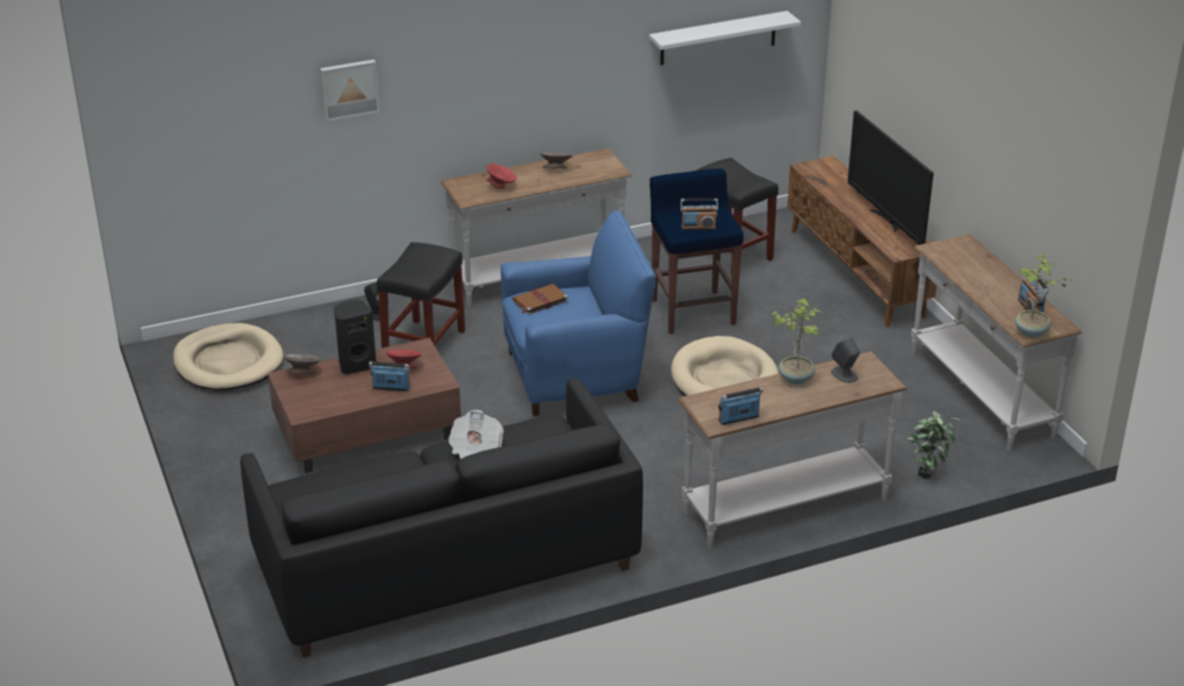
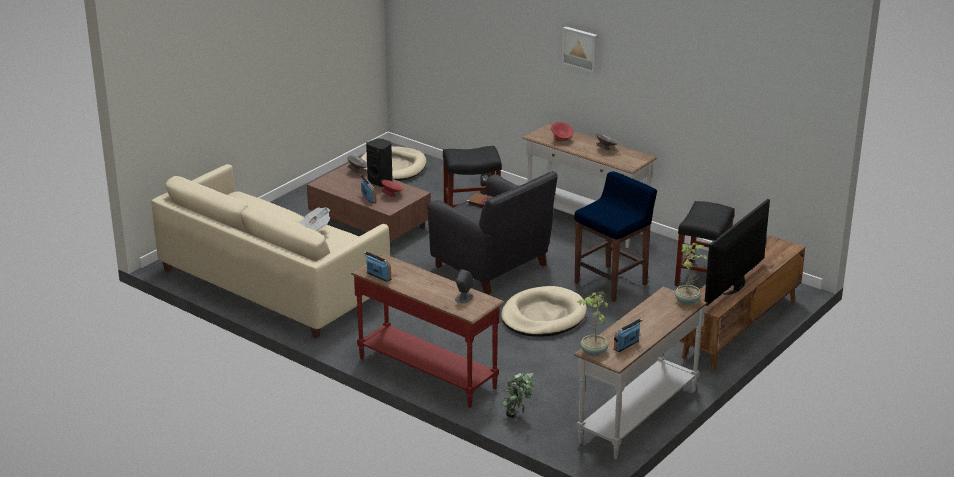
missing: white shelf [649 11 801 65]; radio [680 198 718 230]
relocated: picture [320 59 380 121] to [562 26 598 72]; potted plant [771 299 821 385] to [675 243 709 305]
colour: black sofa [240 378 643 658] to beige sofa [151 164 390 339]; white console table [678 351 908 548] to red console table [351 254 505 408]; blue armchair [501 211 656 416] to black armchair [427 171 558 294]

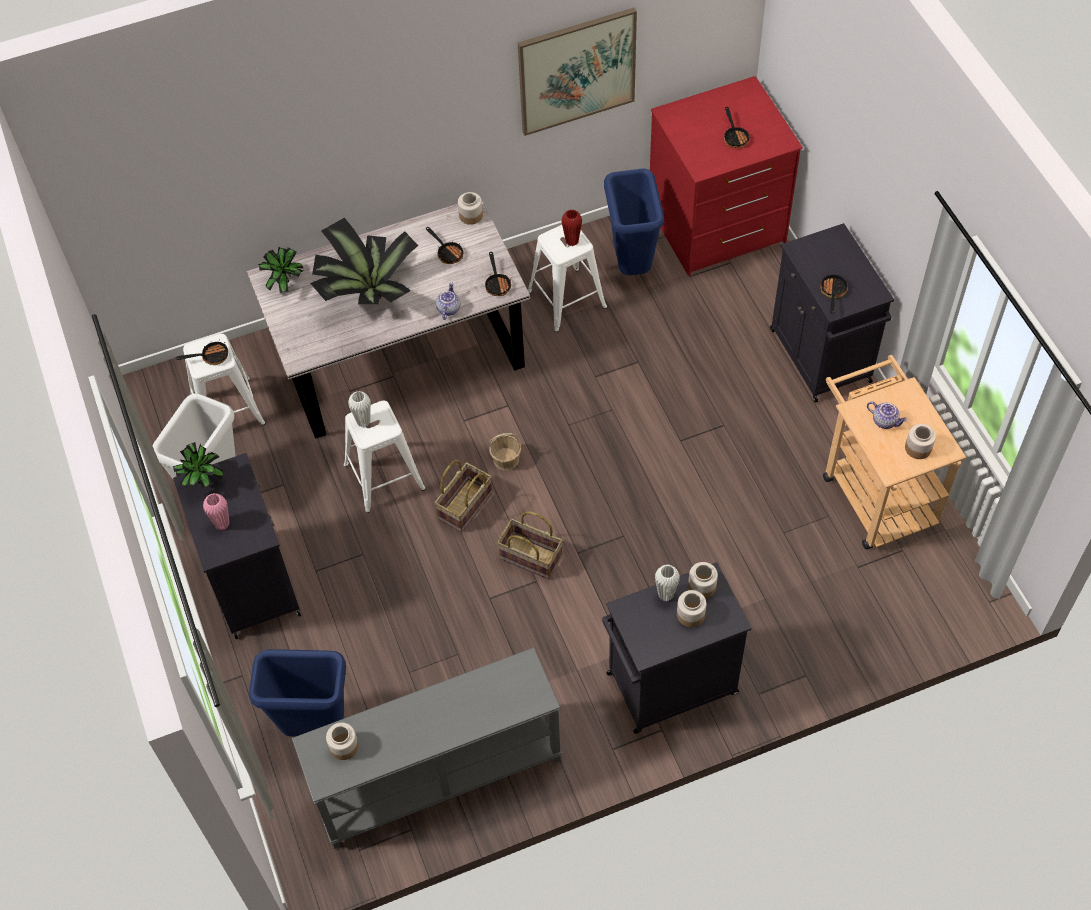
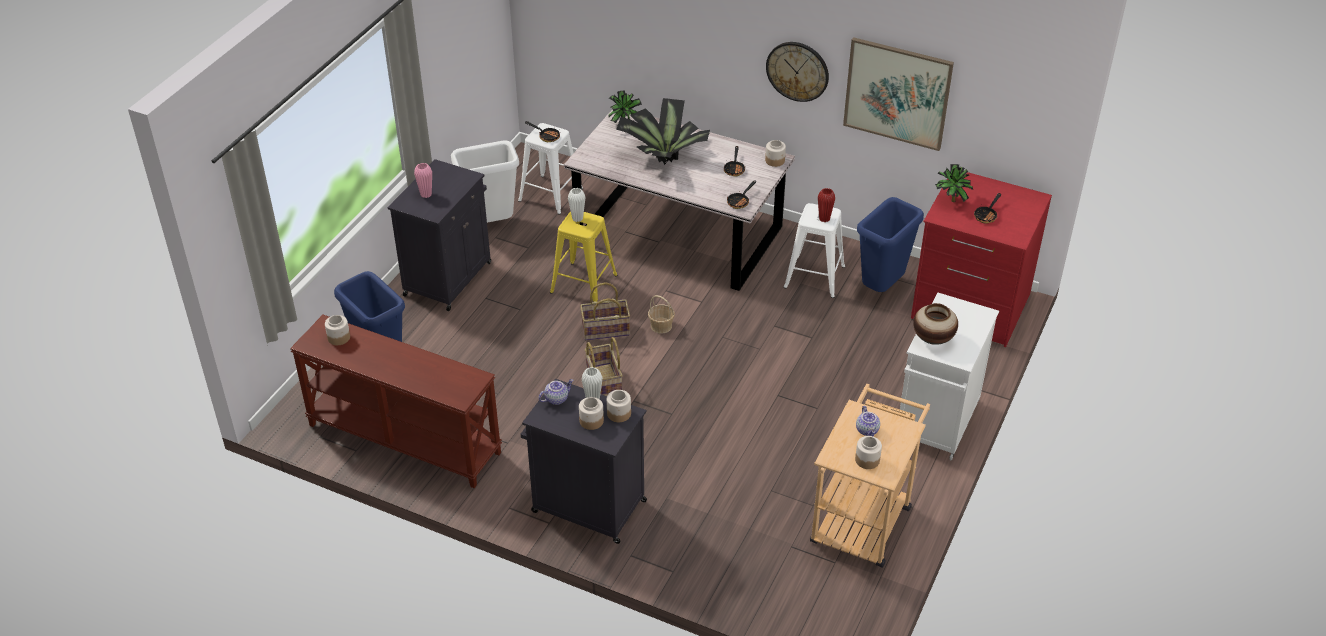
appeared: wall clock [766 42 829 102]
relocated: teapot [436 282 460 320] to [539 379 574 405]; potted plant [173 442 223 489] to [935 164 973 202]
exchanged: frying pan [820 275 848 314] to vase [913 303 958 345]
colour: grey console table [292 647 563 849] to brown console table [290 315 502 488]; white stool [344 400 426 513] to yellow stool [550 211 618 302]; black cabinet [770 223 894 403] to white cabinet [900 293 999 461]

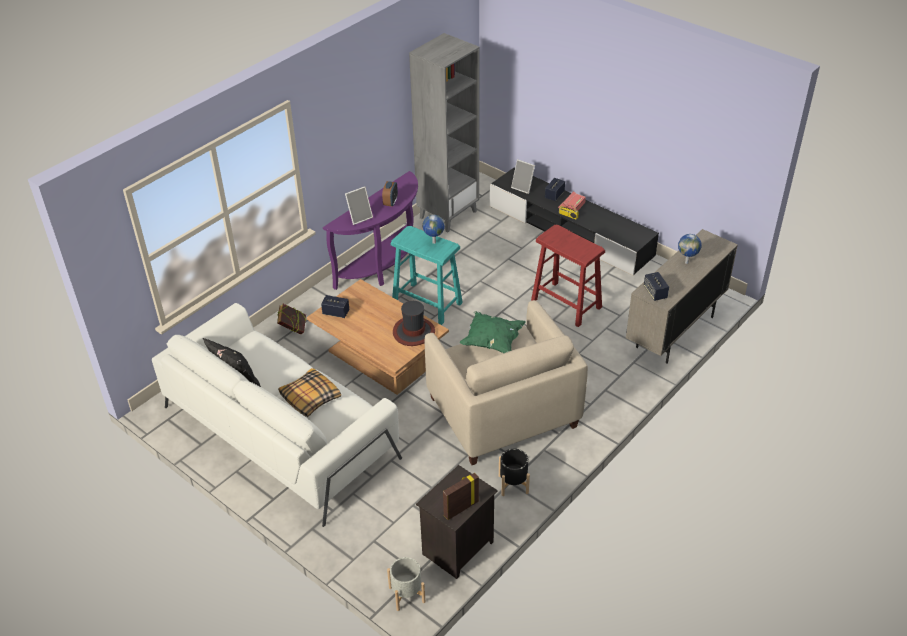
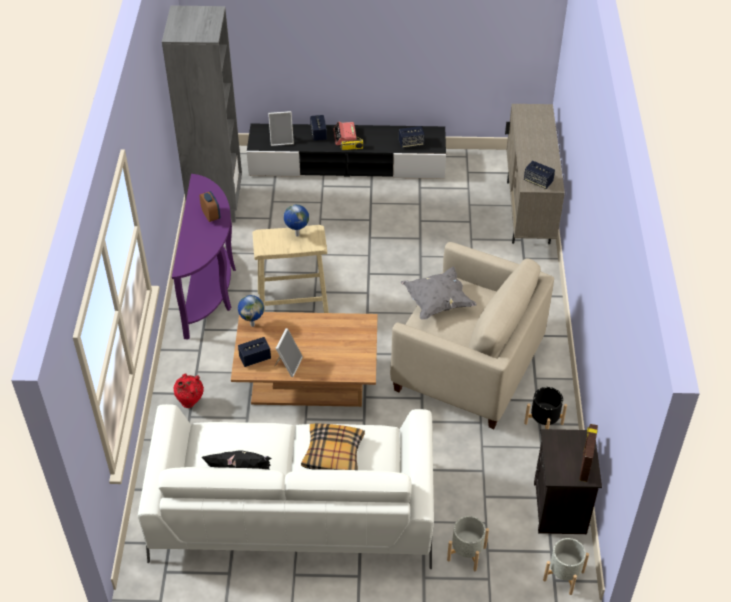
missing: hat [393 301 435 346]; red stool [531 225 605 327]
appeared: speaker [399 126 425 148]; grey planter [447 516 489 571]
relocated: globe [678 234 702 264] to [238 295 264 327]; picture frame [345 186 373 225] to [275 328 303 377]
exchanged: book [277 304 306 334] to red vase [174 373 204 408]
colour: turquoise stool [391 226 463 325] to beige stool [252 225 329 313]; green pillow [460 311 526 353] to grey pillow [401 267 477 320]

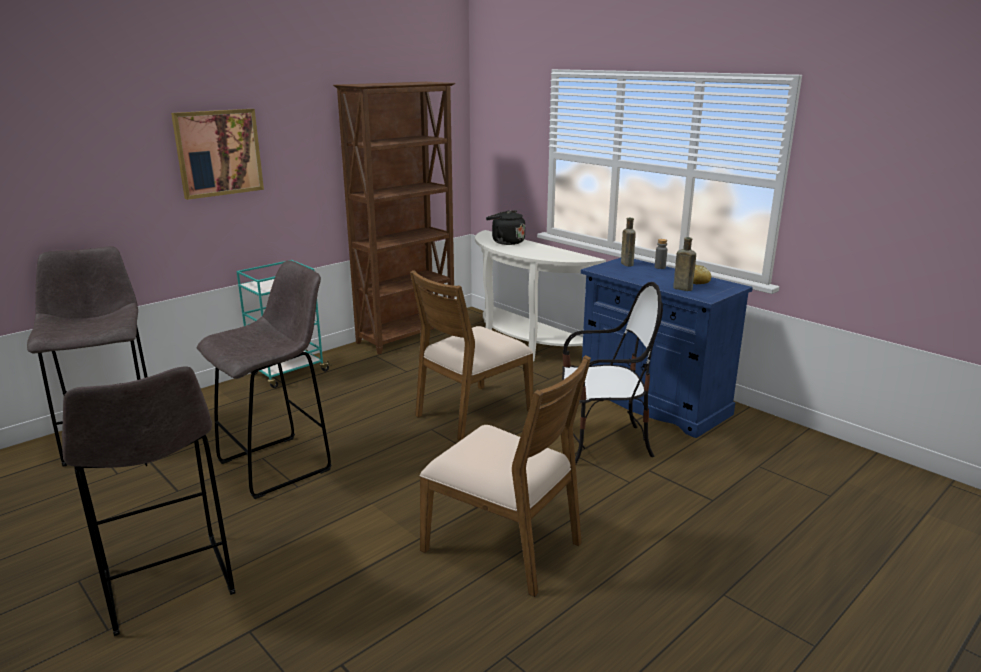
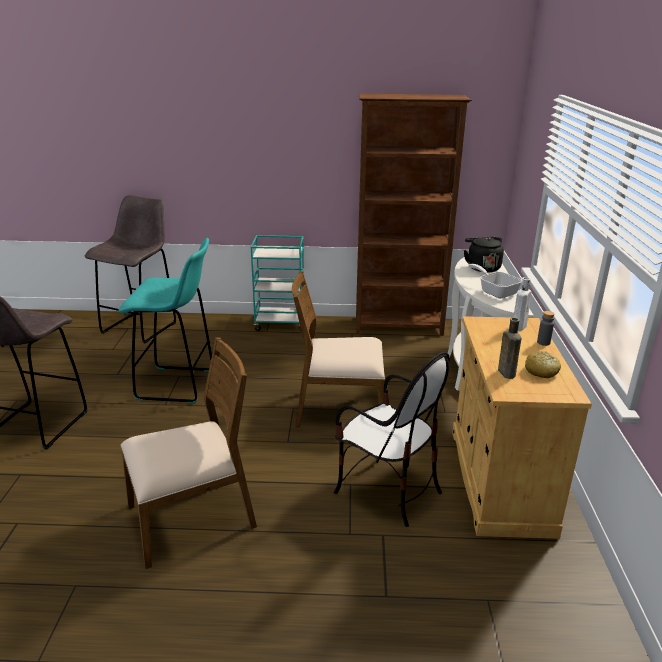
missing: picture [171 109 264 200]
appeared: frying pan [469 264 522 298]
colour: grey stool [197 260 332 499] to turquoise stool [118 238 212 403]; blue cabinet [581 258 753 438] to beige cabinet [452 316 592 539]; brown bottle [621 218 636 267] to white bottle [513 277 532 331]
spun: brown chair [419 355 591 597] = [121 337 257 569] 105 degrees counterclockwise

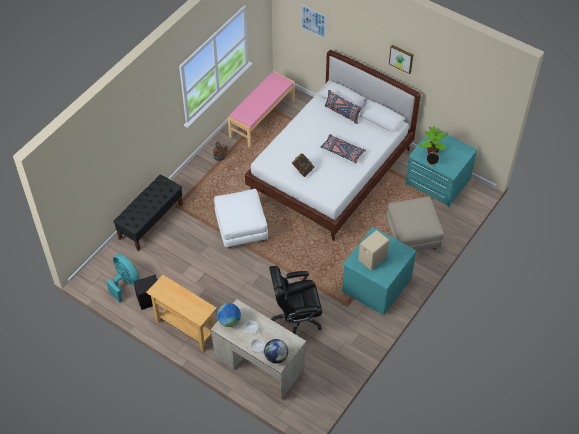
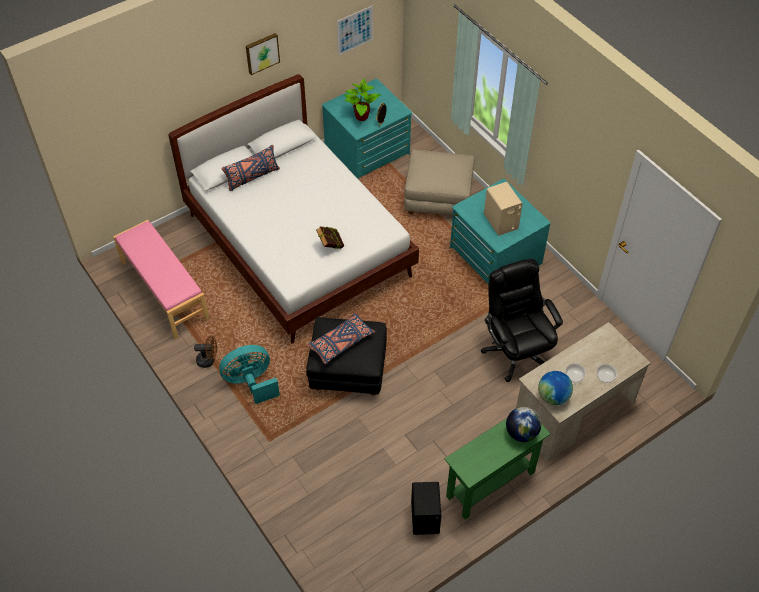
missing: black bench [113 175 183 251]
relocated: turquoise fan [106 254 140 302] to [219 345 280 404]; blue pillow [321 134 366 164] to [307 313 375 364]; picture [301 4 327 39] to [337 5 373 56]; globe [264 339 288 364] to [506 407 541 442]
colour: white ottoman [214 189 268 249] to black ottoman [306 317 387 395]; beige console table [146 275 217 351] to green console table [445 406 551 520]
spun: black office chair [269 266 322 334] = [481 259 563 382] 150 degrees clockwise

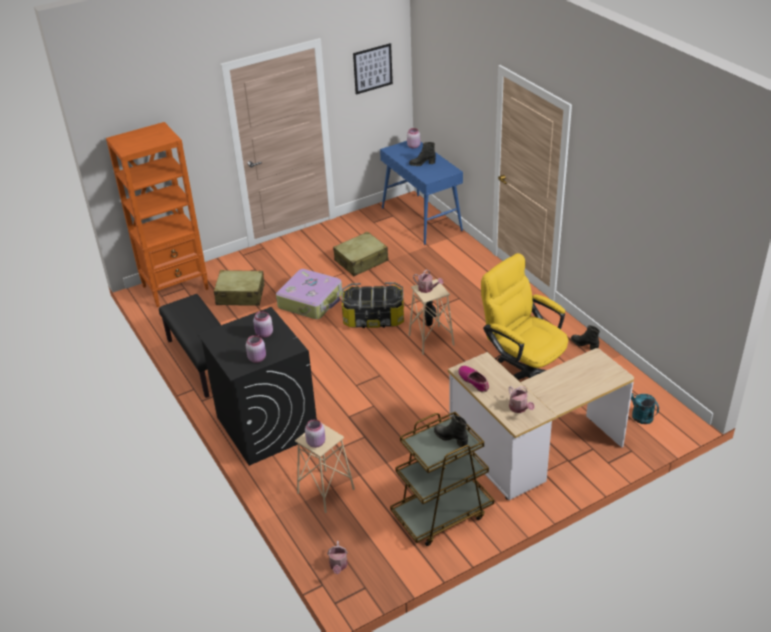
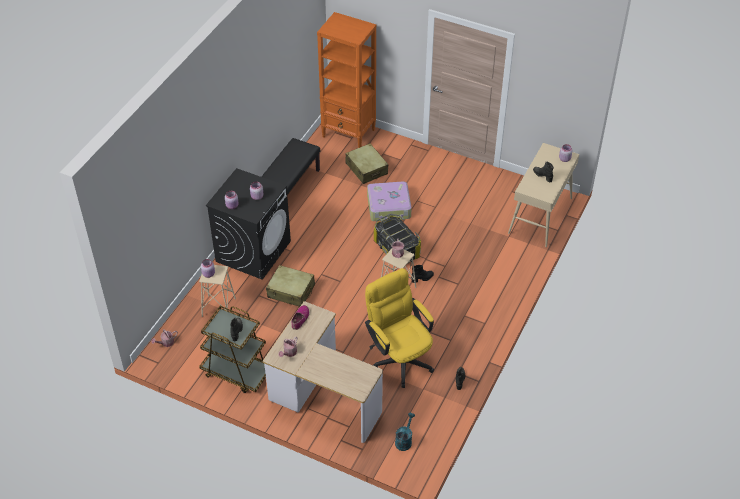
missing: picture [353 43 393 95]
relocated: beige suitcase [333 232 389 276] to [266 265 315 307]
colour: blue console table [380 141 463 245] to beige console table [508 143 579 247]
spun: yellow office chair [481 253 568 380] = [365 268 434 388] 45 degrees counterclockwise

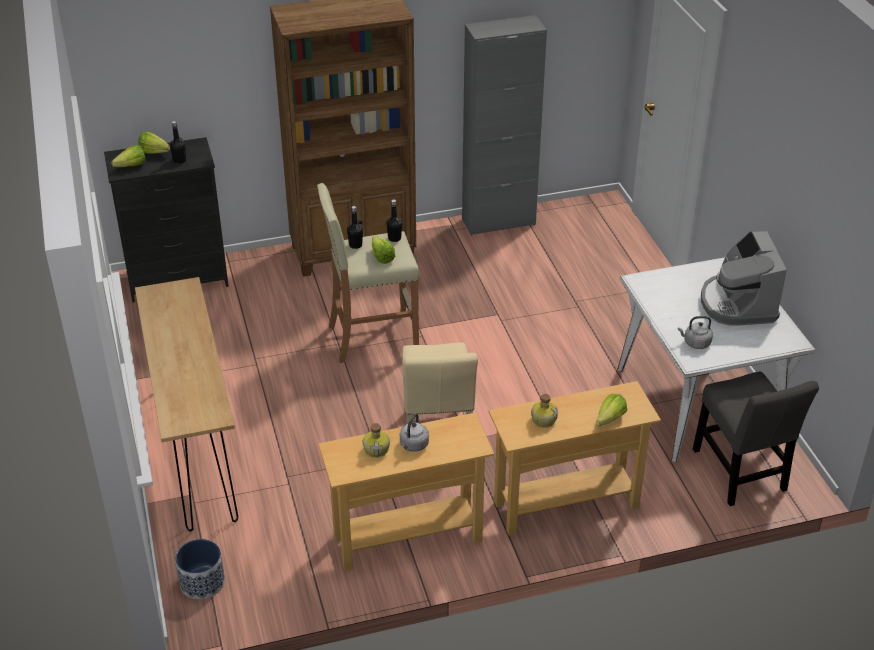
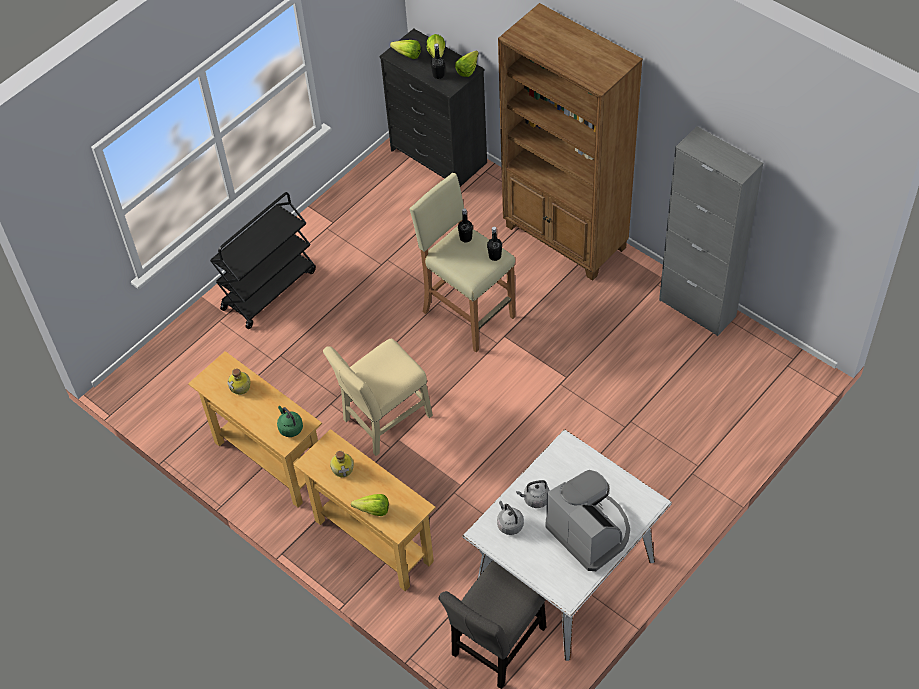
missing: planter [175 539 225 599]
appeared: green kettle [277 406 303 437]
relocated: lettuce [372 236 395 264] to [455 51 479 77]; grey kettle [400 413 429 452] to [516 480 550 508]
exchanged: brown console table [135 277 238 531] to black cart [210 192 316 329]
spun: coffee machine [701 231 787 326] = [545 470 630 571] 90 degrees clockwise

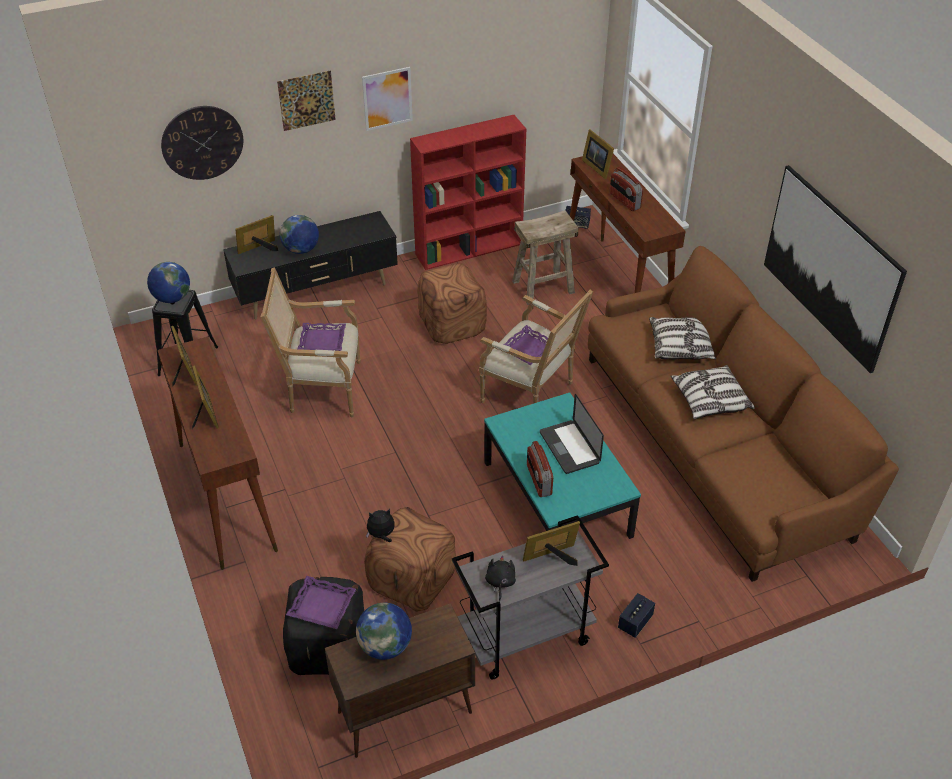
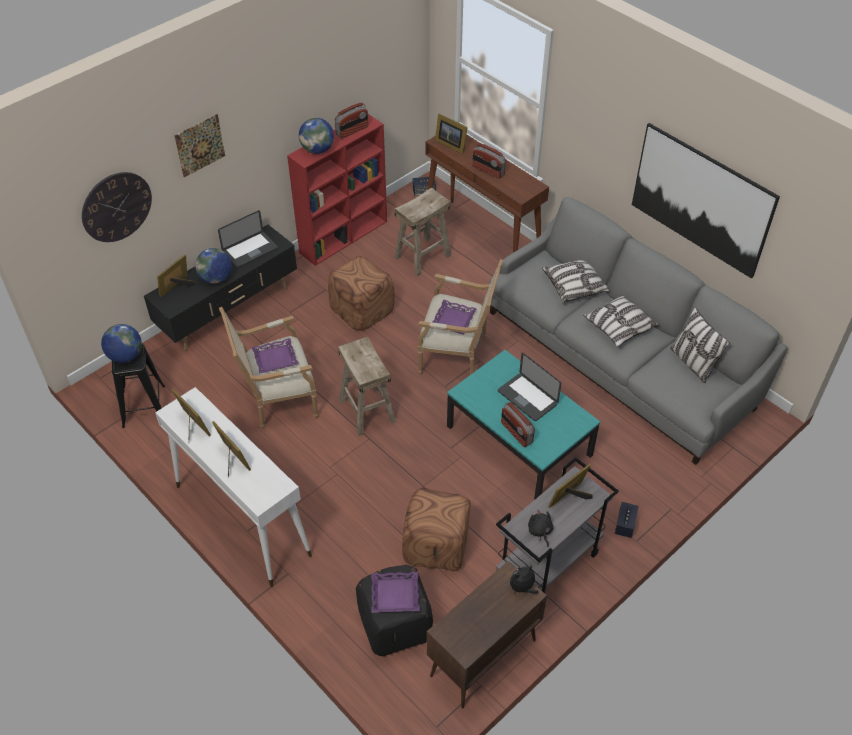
missing: picture [362 67 413 131]
appeared: laptop [218 210 278 268]; radio [335 102 368 139]; beige stool [338 336 396 436]; pillow [670 307 730 383]
relocated: globe [356 603 412 660] to [299 118 334 154]; plush toy [366 509 395 542] to [510 565 539 594]
colour: brown console table [157 336 278 570] to white console table [155 387 312 587]; brown sofa [588 246 899 582] to grey sofa [489 197 788 465]

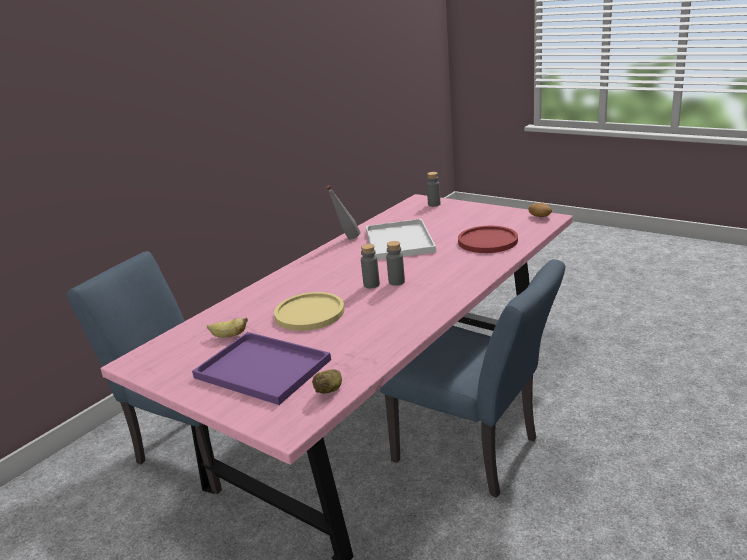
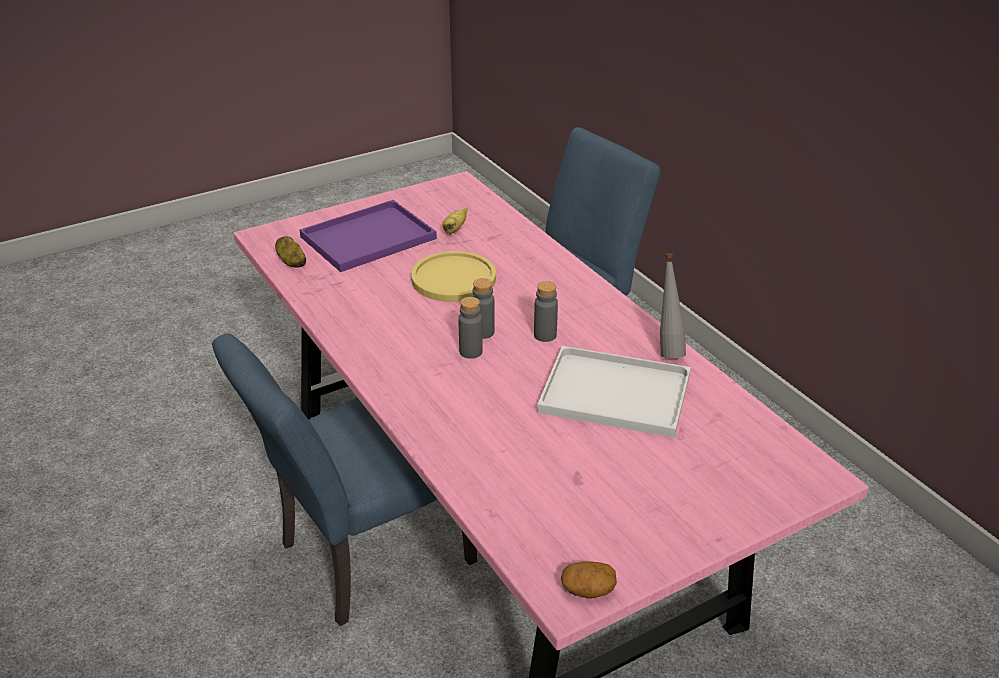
missing: red plate [458 226 518 253]
relocated: grey bottle [427 172 440 207] to [534 281 558 342]

